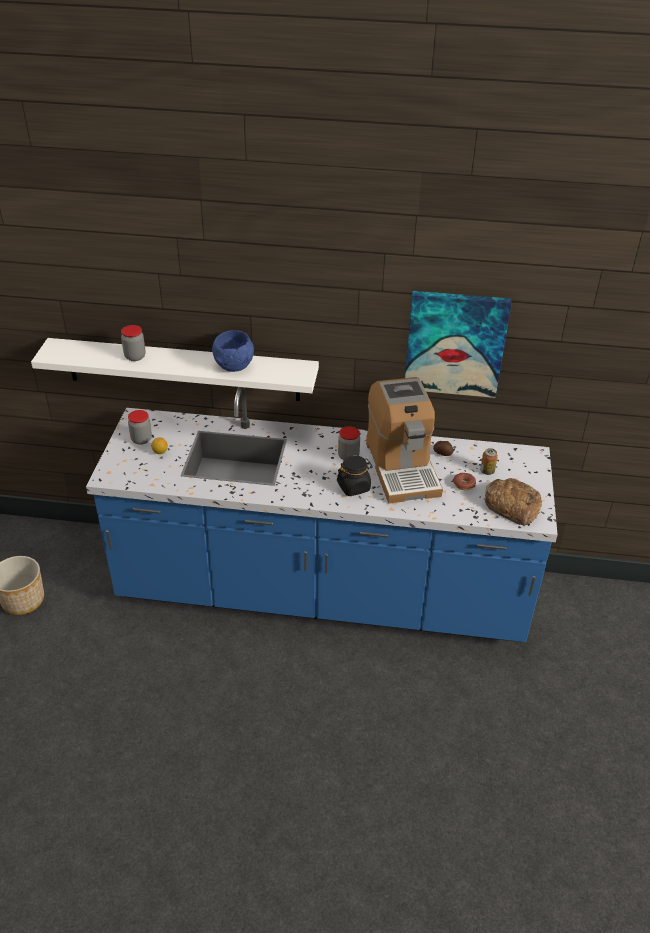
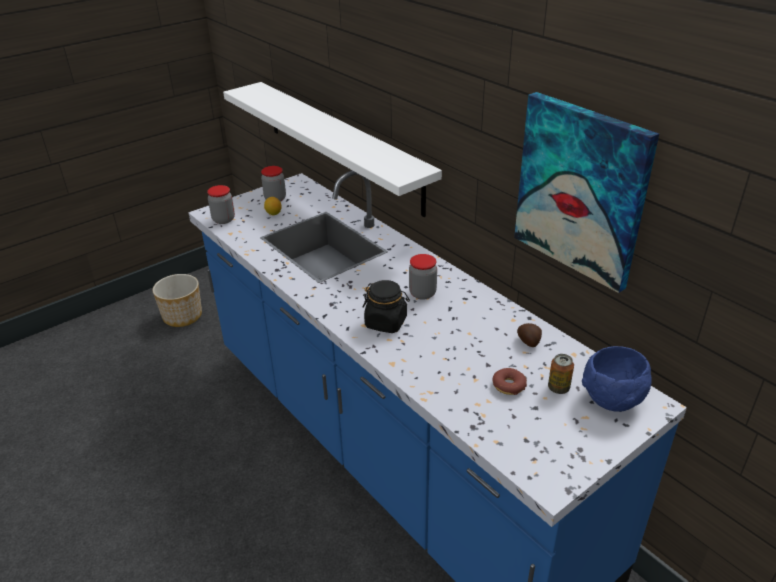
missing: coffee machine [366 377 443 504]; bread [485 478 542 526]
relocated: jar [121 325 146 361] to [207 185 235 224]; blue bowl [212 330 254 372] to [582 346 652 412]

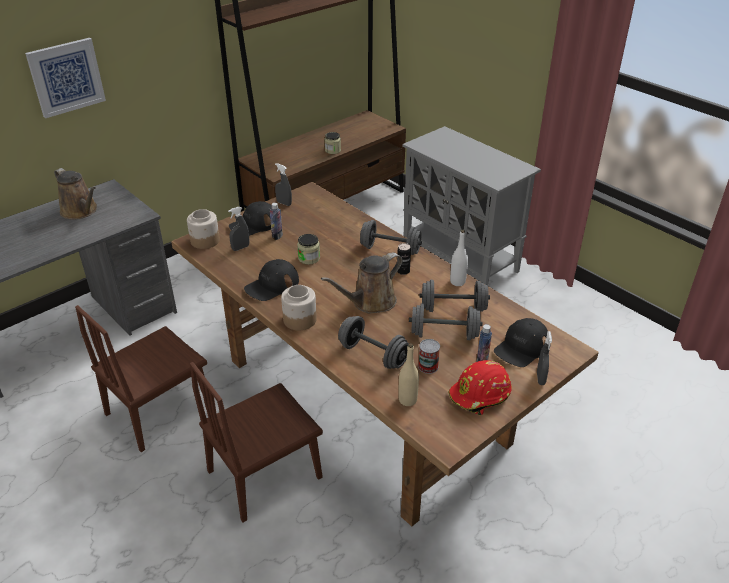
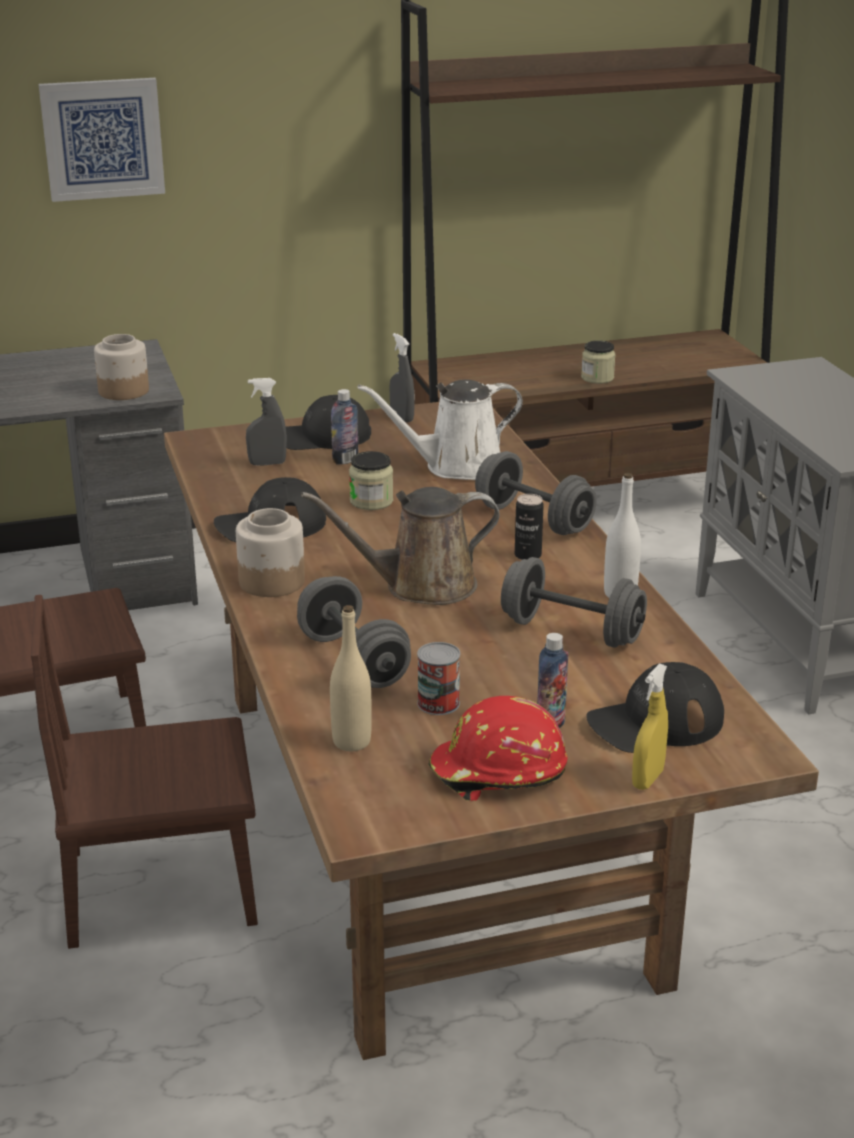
missing: brown watering can [54 168 97 219]; grey dumbbell [409 304 483 340]
appeared: white watering can [358 380 523 480]
relocated: jar [187 209 220 249] to [94 334 149 400]
colour: grey spray bottle [537 331 552 385] to yellow spray bottle [632 664 668 790]

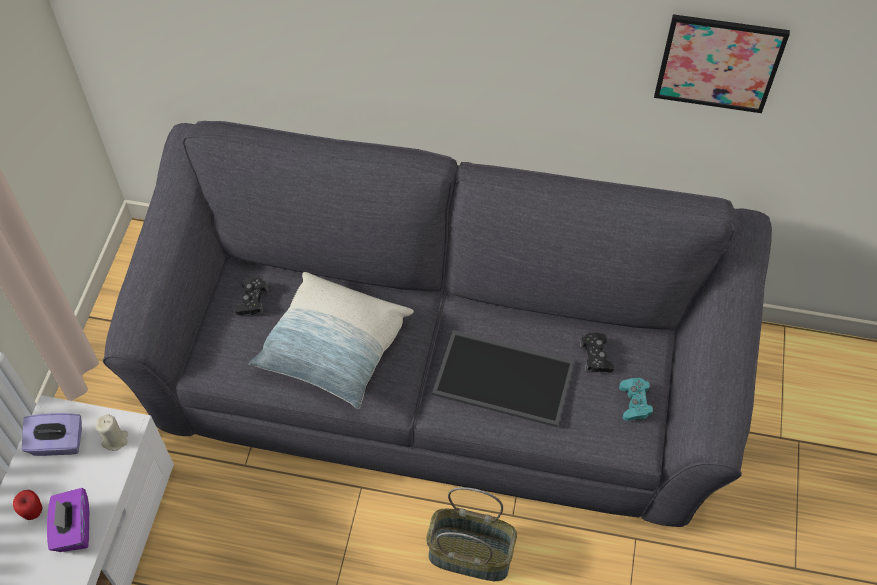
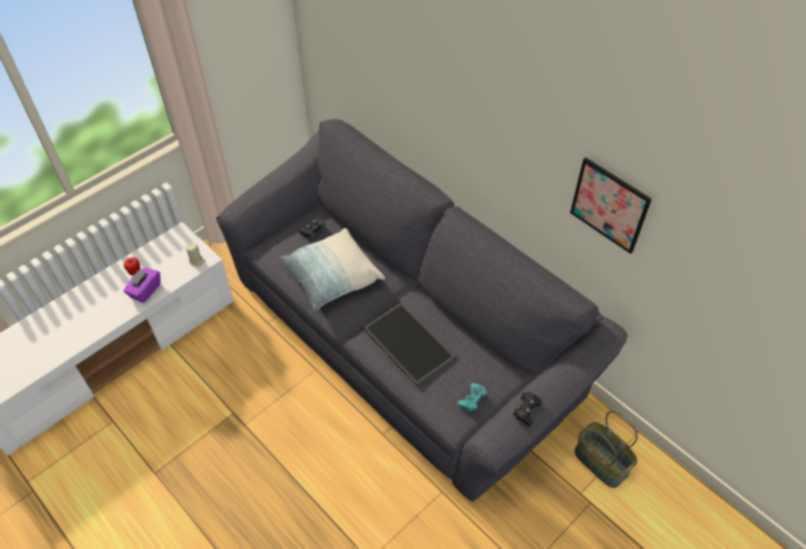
missing: purple tissue box [22 413 82 456]
relocated: black game controller [579 333 614 373] to [513 392 542 426]; basket [426 487 517 581] to [574 411 638 488]

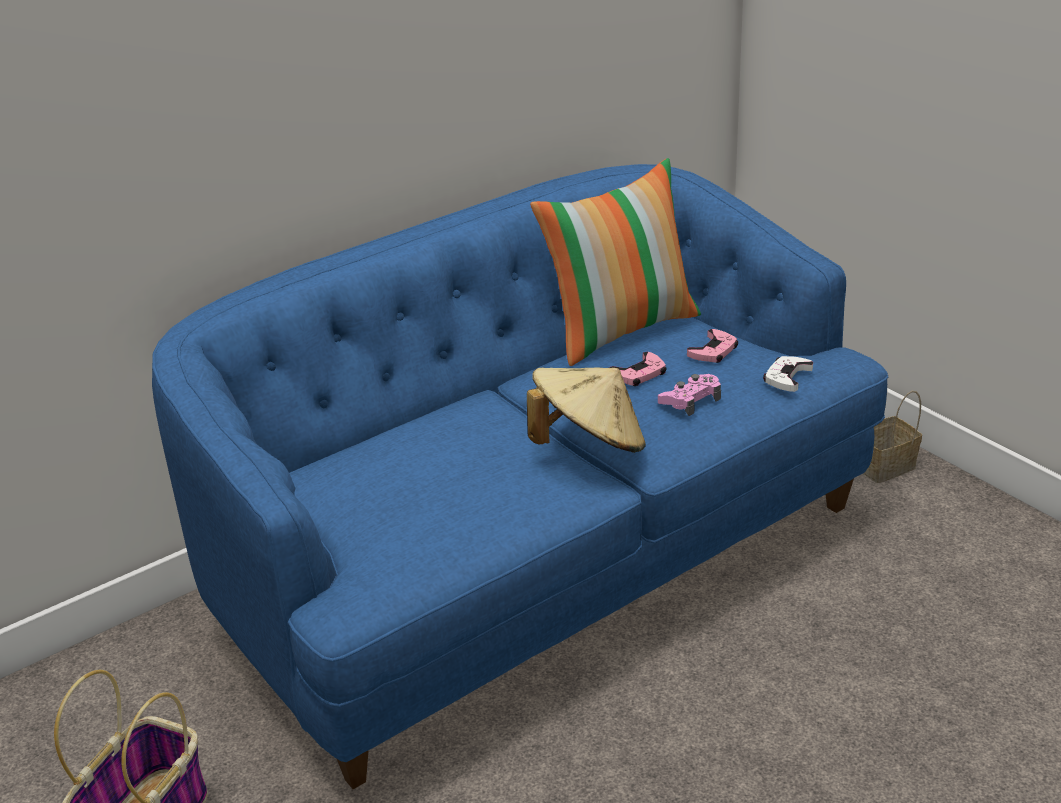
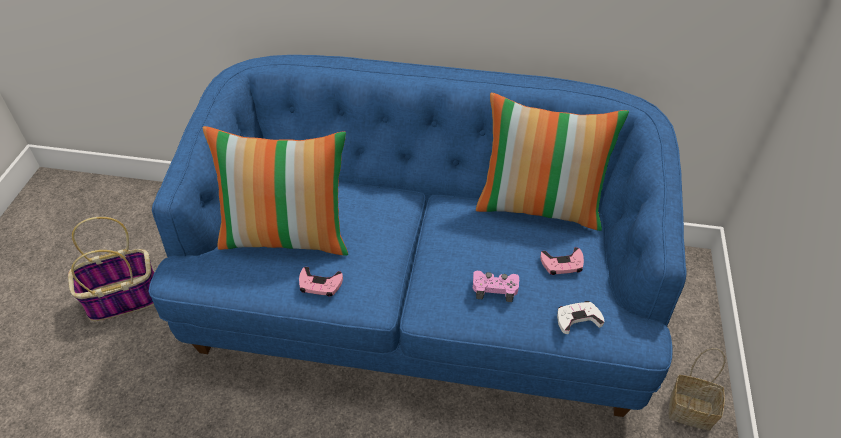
missing: beige hat [527 368 646 453]
appeared: pillow [203 126 348 256]
relocated: pink game controller [610 352 666 386] to [299 267 343 297]

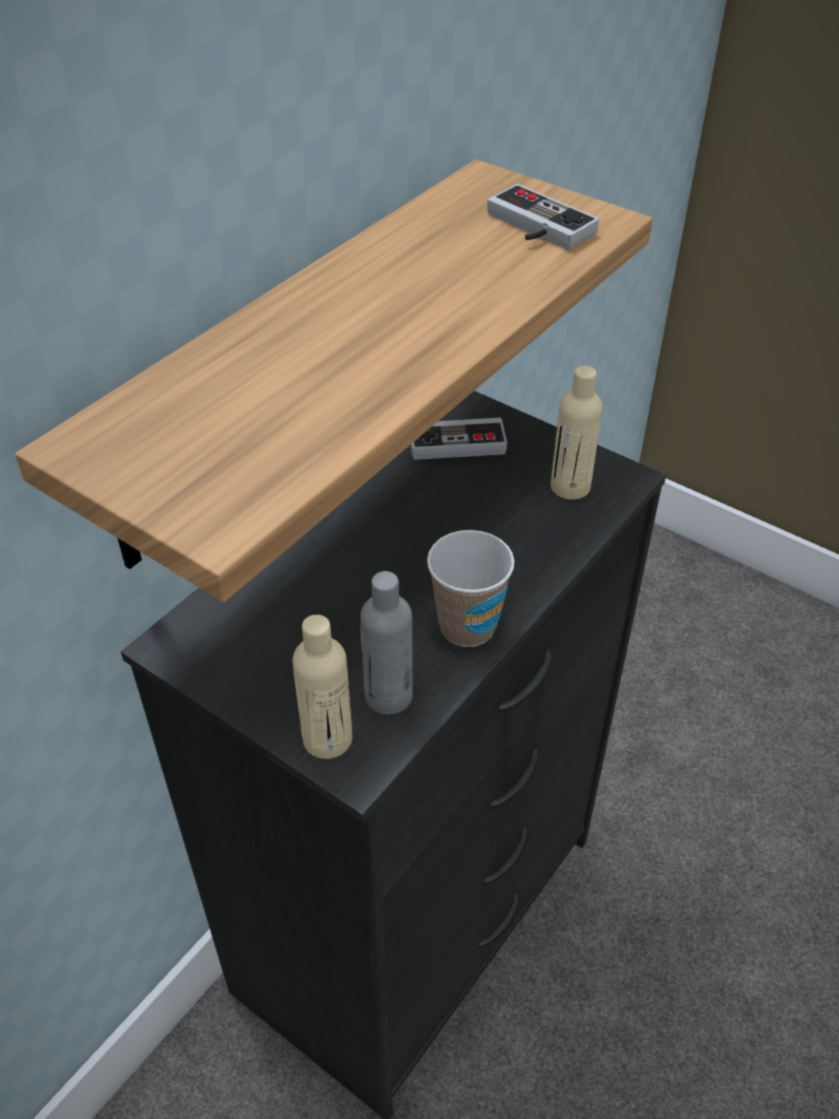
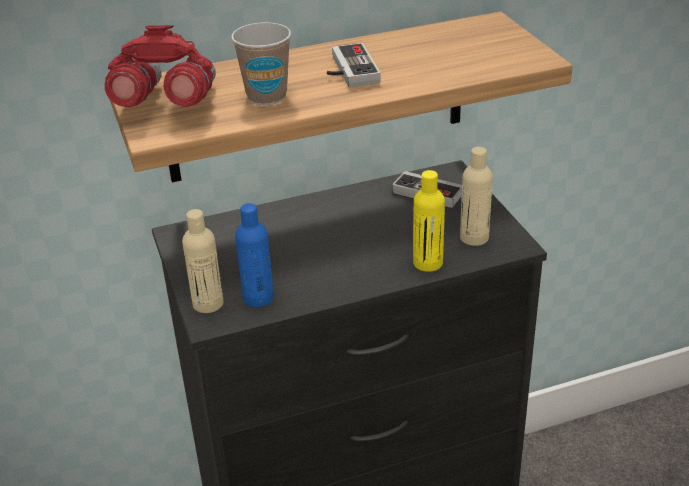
appeared: red binoculars [105 25 216 107]; yellow bottle [413 170 445 272]
relocated: cup [427 530 515 647] to [231 22 291 105]; game controller [487 184 599 250] to [327 43 381 87]
colour: grey bottle [360 571 413 714] to blue bottle [235 203 274 307]

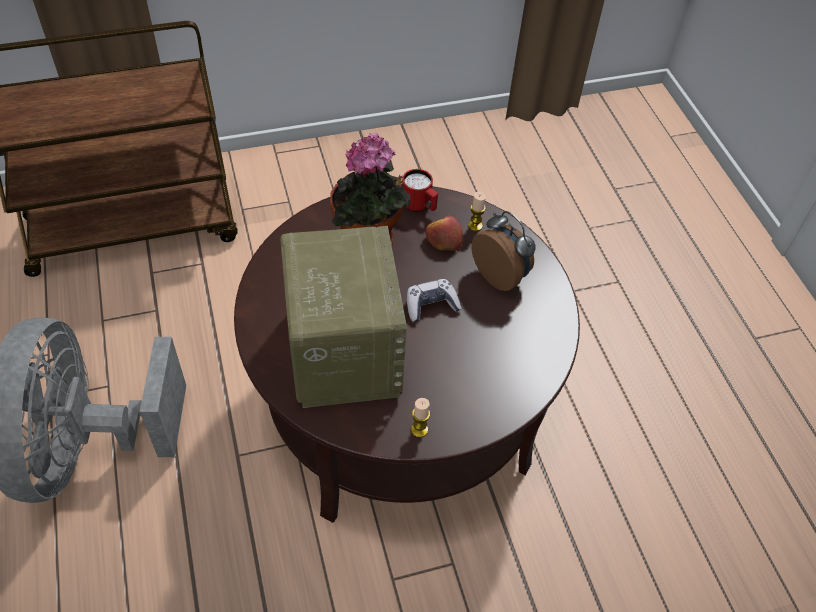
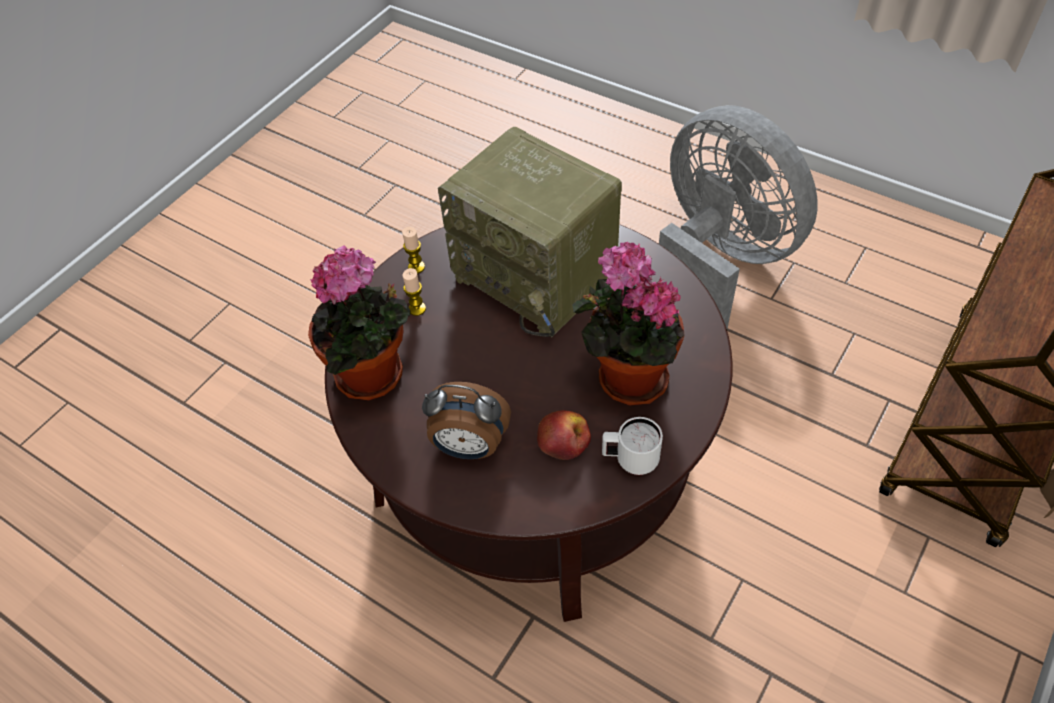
missing: game controller [407 279 461 322]
appeared: potted plant [308 245 410 401]
relocated: candle [468 192 486 231] to [403 268 426 316]
colour: red mug [402 169 438 212] to white mug [602 417 663 475]

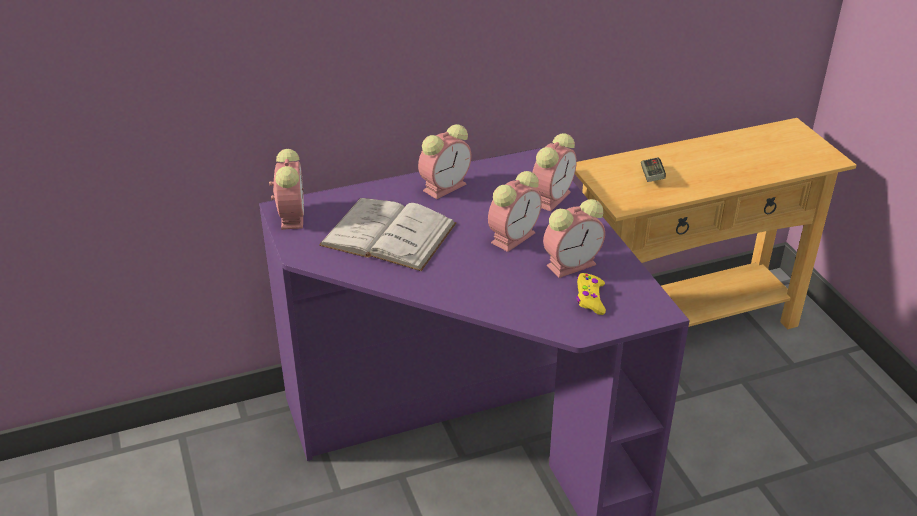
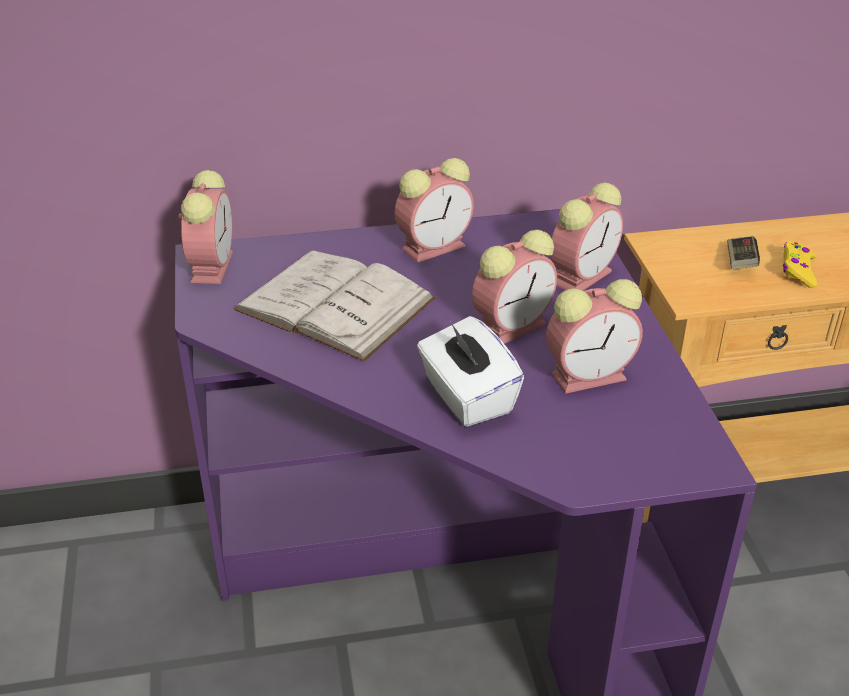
appeared: white tissue box [417 316 524 427]
relocated: yellow game controller [576 273 606 315] to [783 241 817 288]

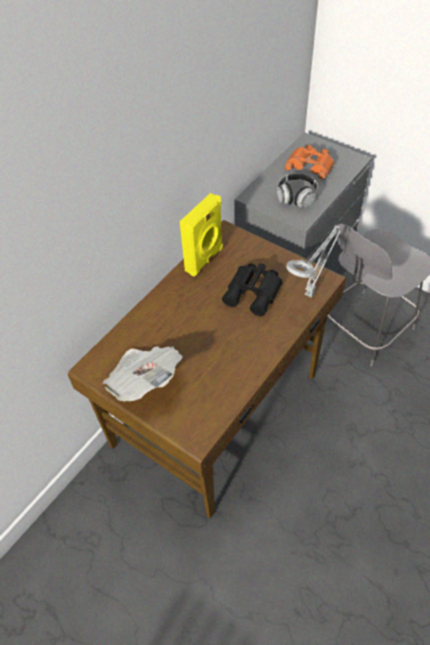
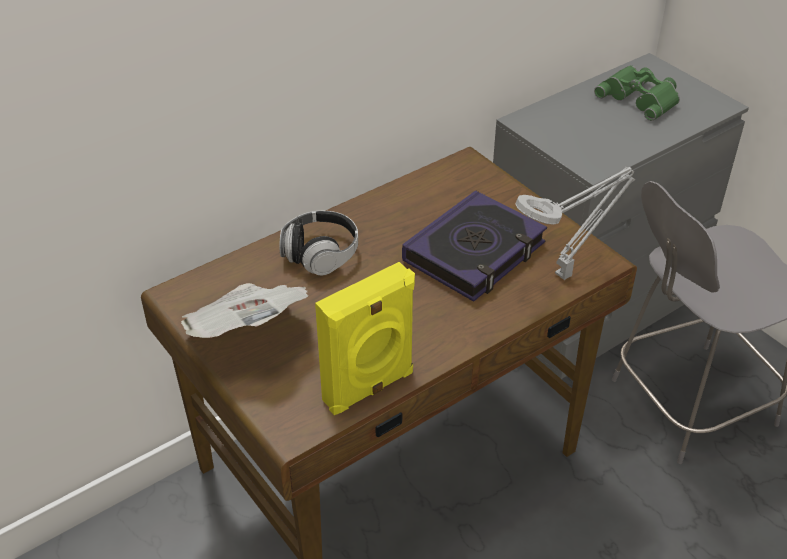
relocated: headphones [277 173 318 208] to [280 211 358 275]; yellow speaker [180 193 223 276] to [315 262 415 415]
exchanged: black binoculars [222 263 282 316] to book [402 190 547 302]
colour: orange binoculars [284 145 334 180] to green binoculars [594 65 680 121]

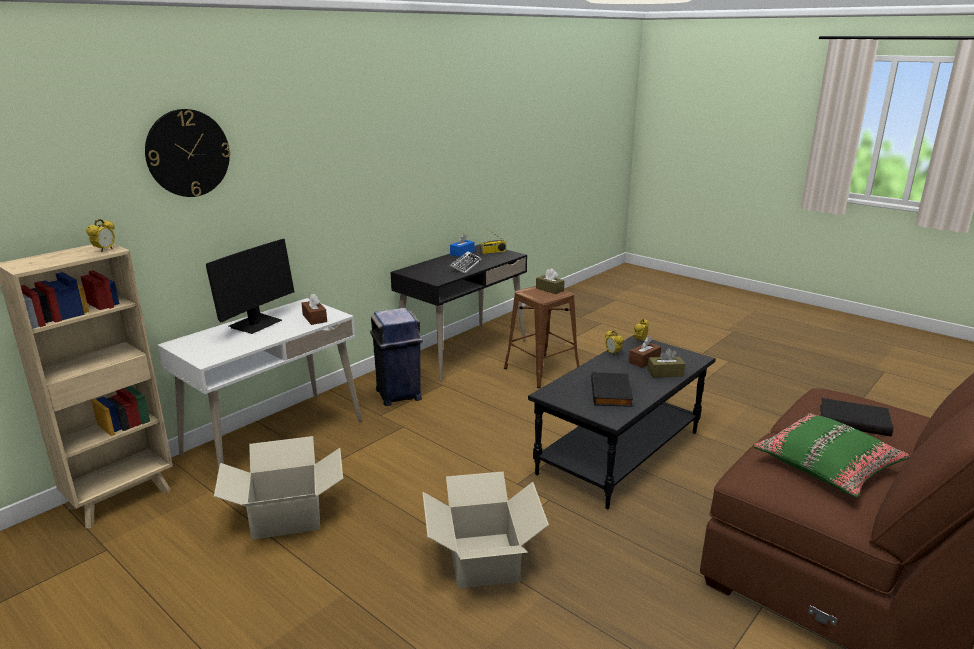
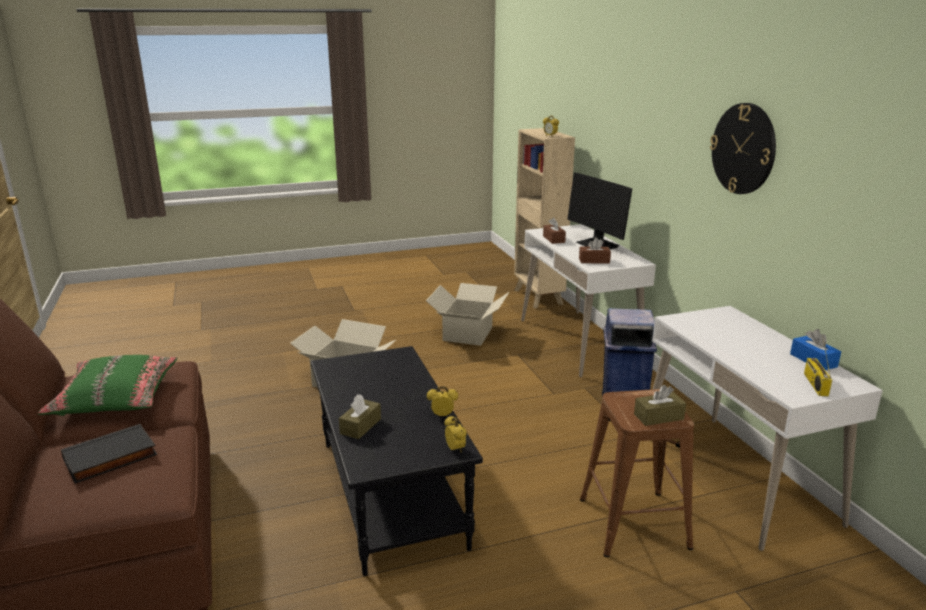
missing: keyboard [450 251 482 274]; black book [591 372 633 407]
relocated: brown tissue box [629 337 661 368] to [543 218 566 244]; wall clock [145 109 230 197] to [710 103 776 194]
colour: black desk [390 244 527 382] to white desk [652 306 883 551]

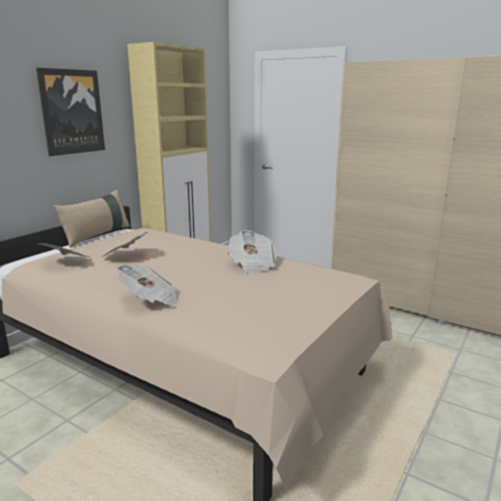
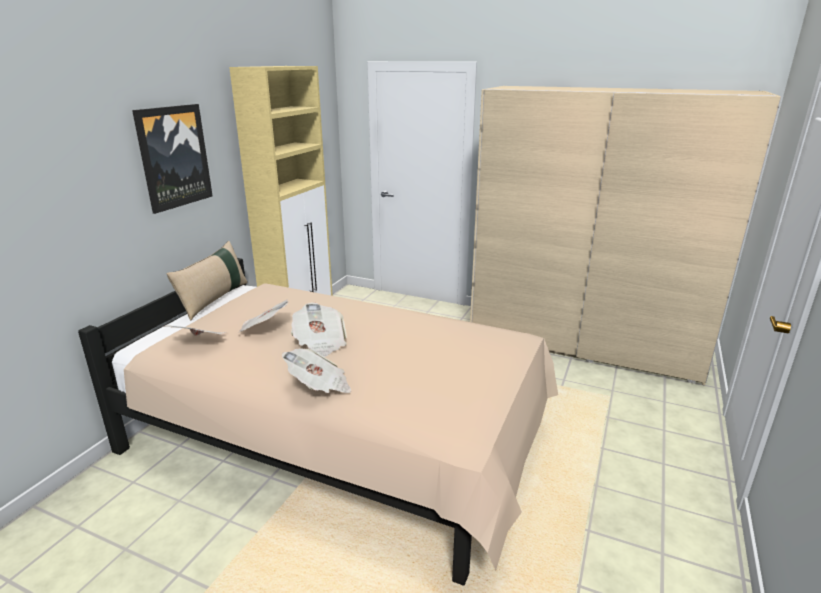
relocated: newspaper [228 230 276 275] to [291 302 347 357]

